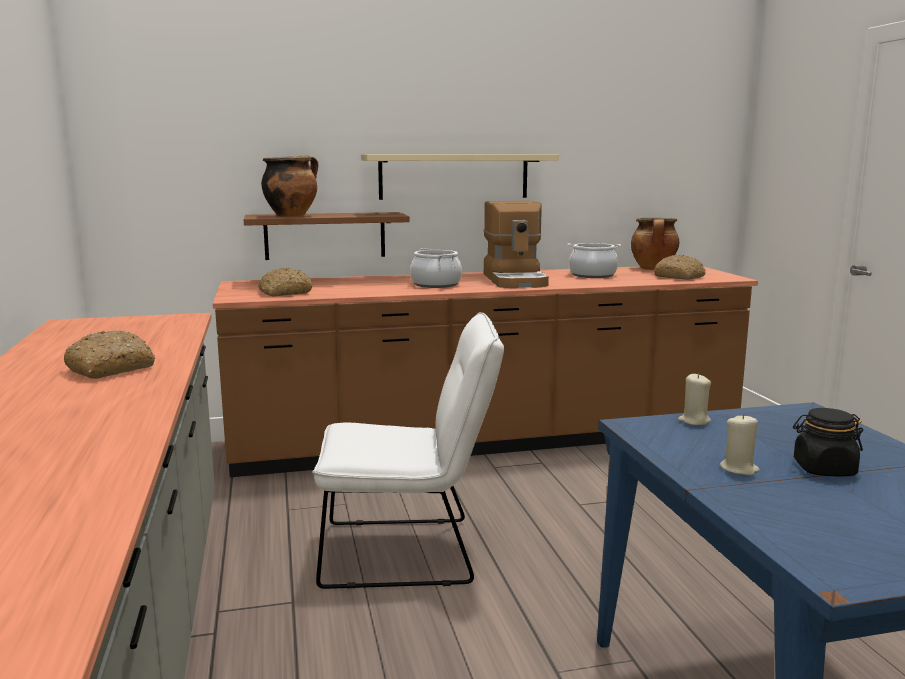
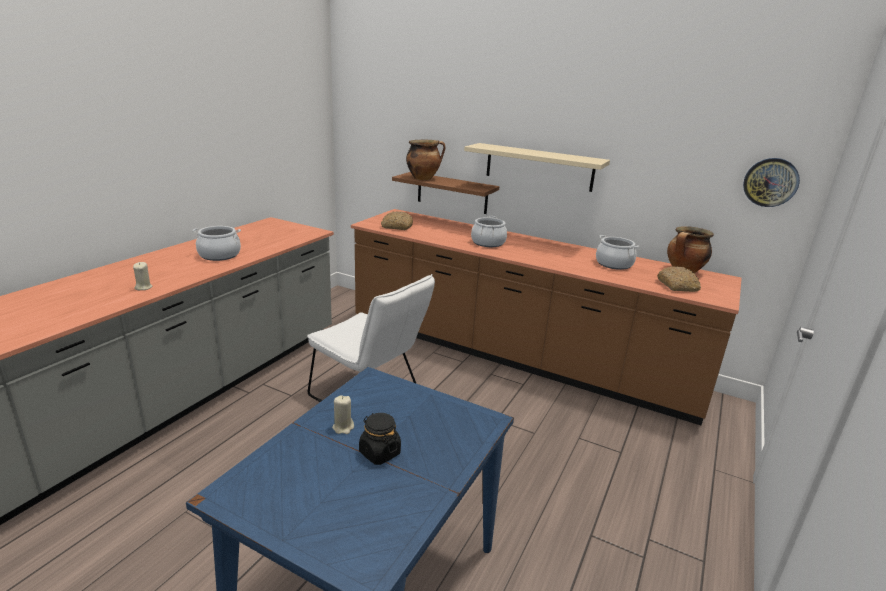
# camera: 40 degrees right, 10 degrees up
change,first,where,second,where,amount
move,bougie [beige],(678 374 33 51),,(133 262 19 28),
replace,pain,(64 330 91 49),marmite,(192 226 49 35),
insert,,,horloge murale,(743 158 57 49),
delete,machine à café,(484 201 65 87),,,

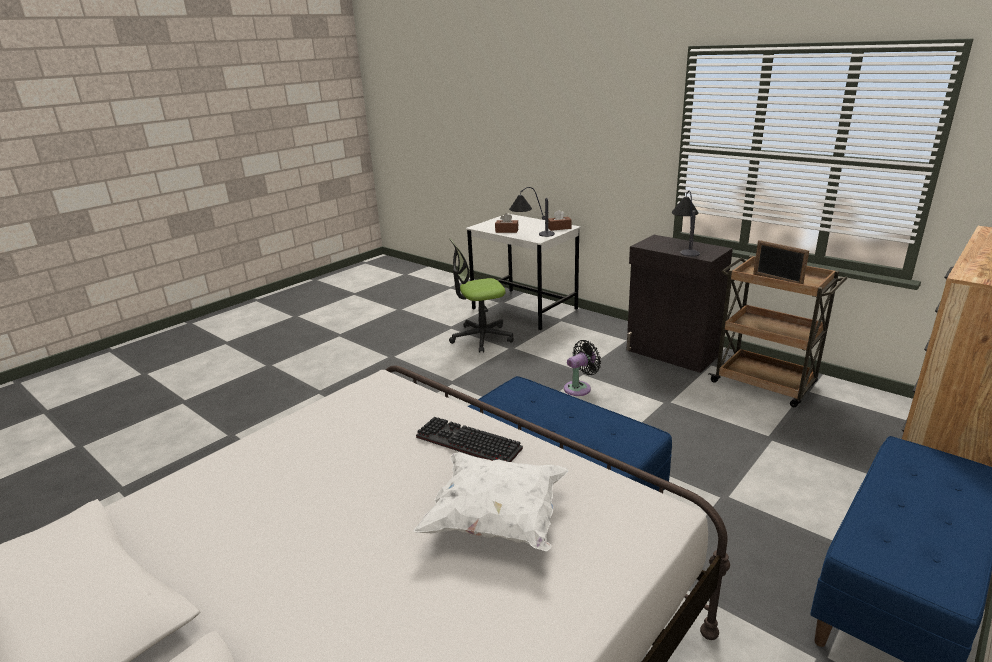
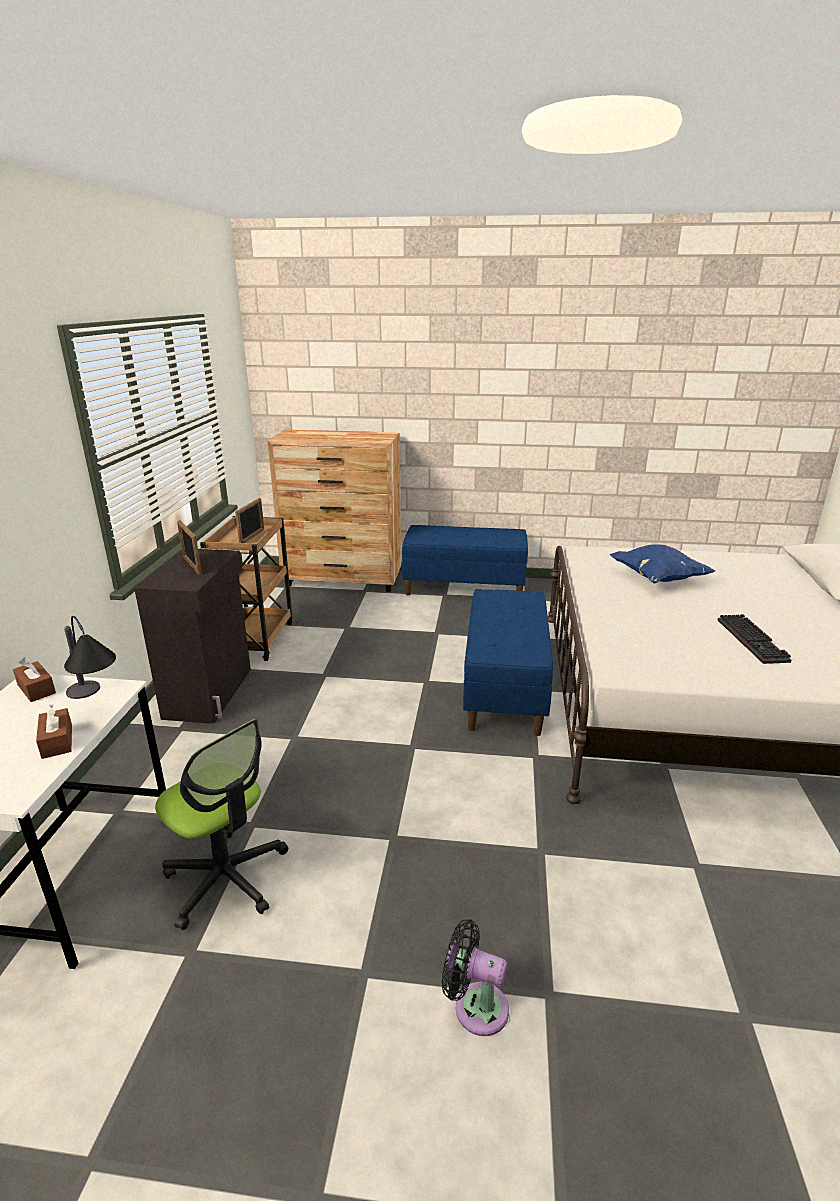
# camera: 125 degrees left, 0 degrees up
change,first,where,second,where,amount
replace,lampe de table,(672 191 28 66),cadre photo,(177 520 25 55),
move,ventilateur [noir],(564 340 37 56),,(442 919 67 117),
recolor,coussin [blanc],(413 452 155 99),coussin [bleu],(610 545 106 39),
move,clavier,(416 417 107 45),,(718 614 73 50),

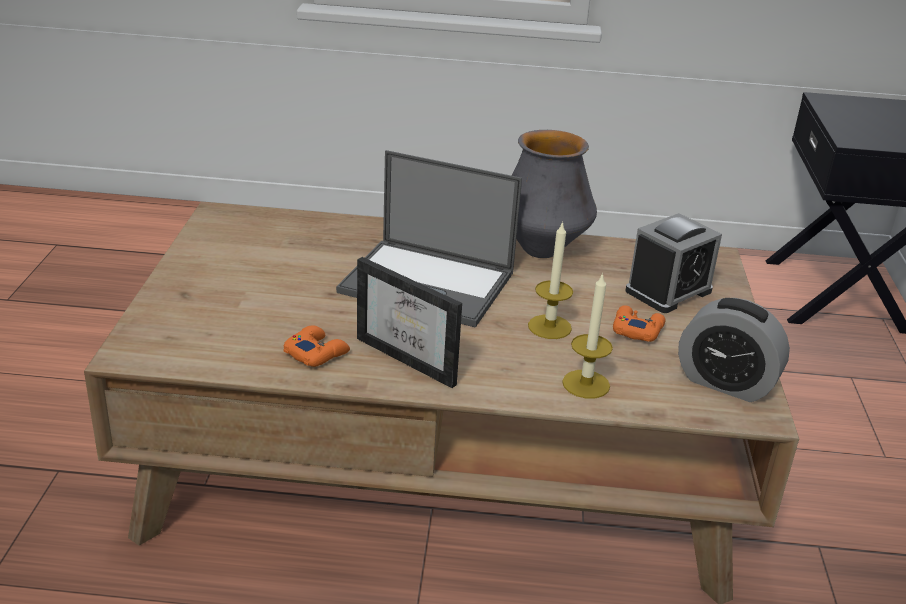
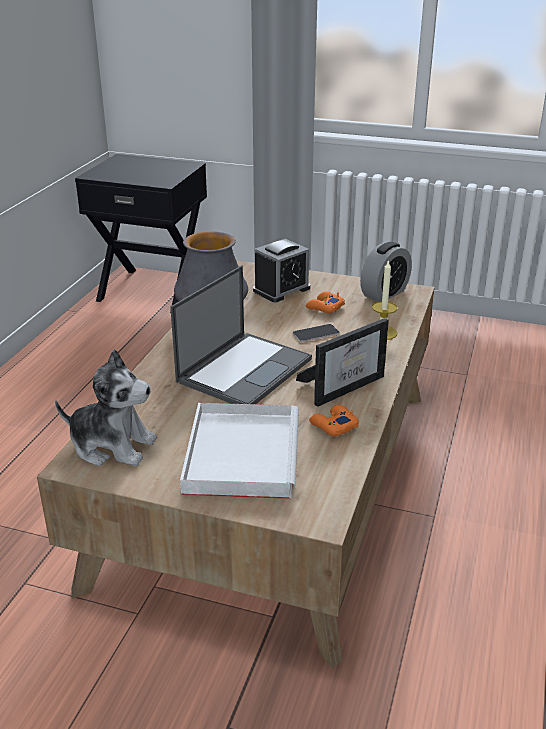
# camera: 75 degrees left, 0 degrees up
change,first,where,second,where,amount
insert,,,peluche,(55 349 102 117),
insert,,,plateau [blanc],(180 403 119 96),
rotate,réveil,(625 213 97 100),,(253 239 57 63),75 degrees clockwise
replace,bougie,(528 221 45 118),téléphone,(293 324 47 18),

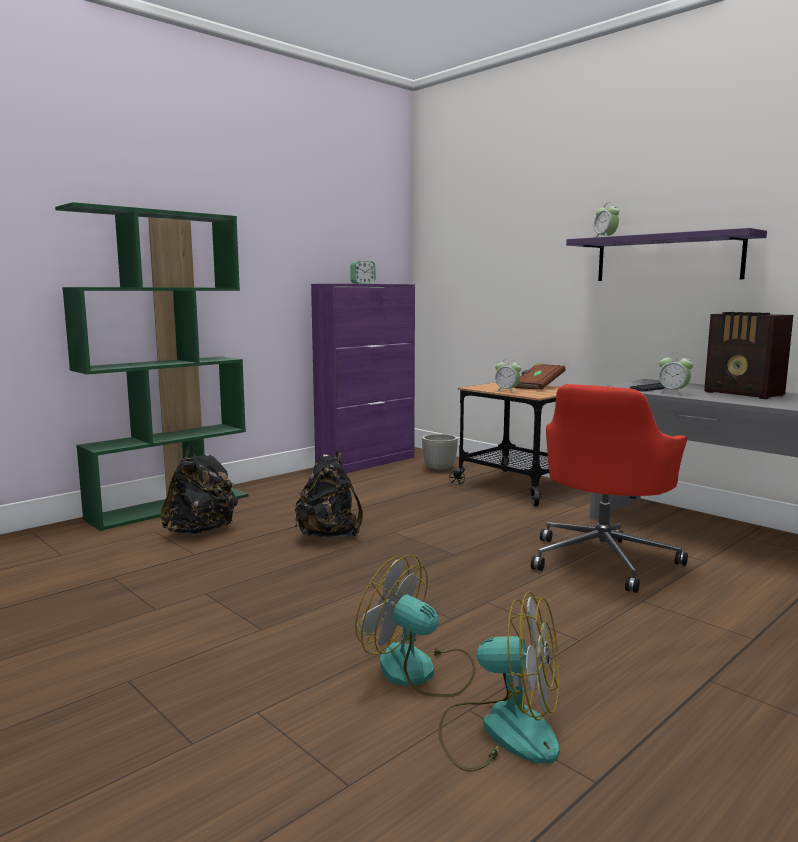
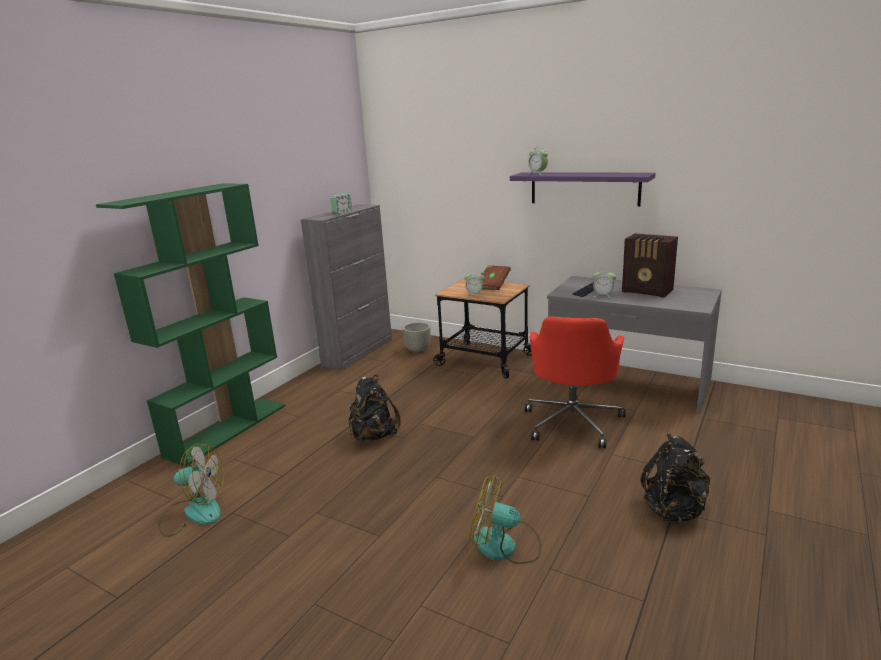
# camera: 15 degrees left, 10 degrees up
change,first,where,second,where,amount
move,ventilateur,(438 592 122 180),,(158 443 66 94),
recolor,meuble de rangement [violet],(311 284 104 189),meuble de rangement [gris],(301 204 91 166),
move,sac à dos [noir],(160 446 78 88),,(640 434 70 90),

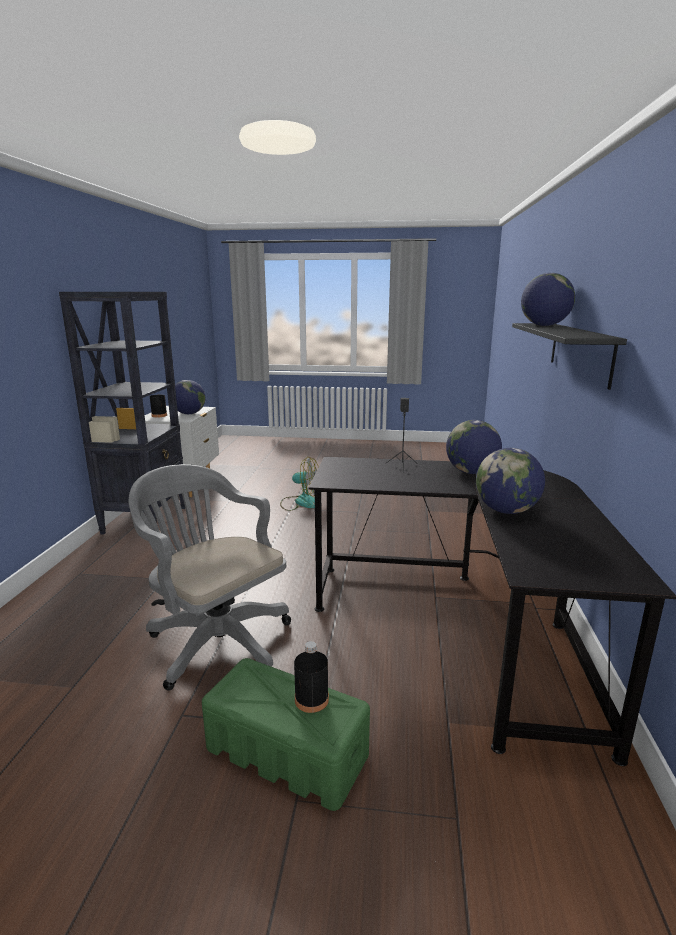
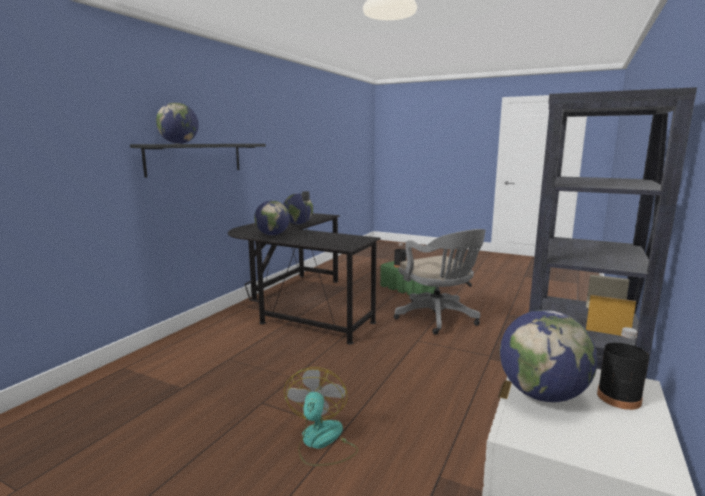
# camera: 160 degrees left, 5 degrees down
change,first,where,second,where,amount
rotate,ventilateur,(280 457 38 54),,(284 367 74 99),60 degrees clockwise

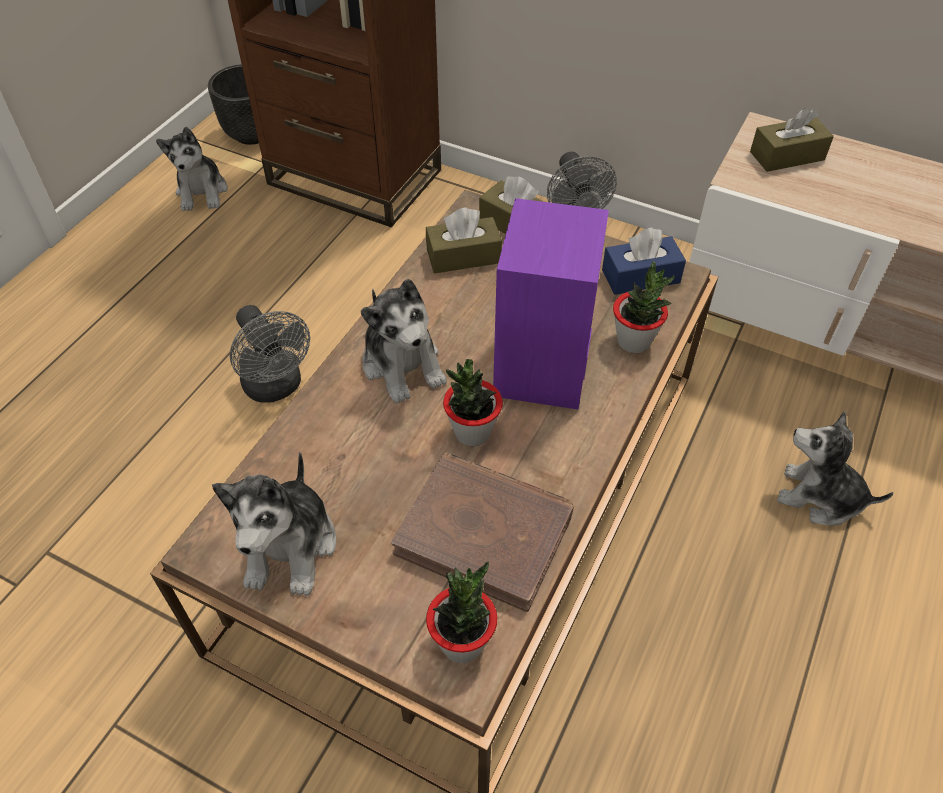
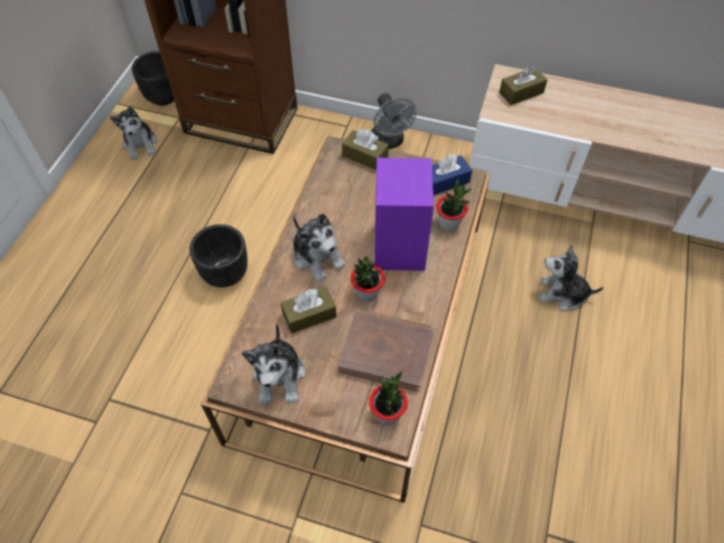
# camera: 10 degrees left, 5 degrees up
change,first,where,second,where,amount
replace,ventilateur [gris],(230 305 80 98),cache-pot [noir],(190 224 58 64),
move,boîte à mouchoirs [marron],(426 207 76 67),,(281 287 55 47),

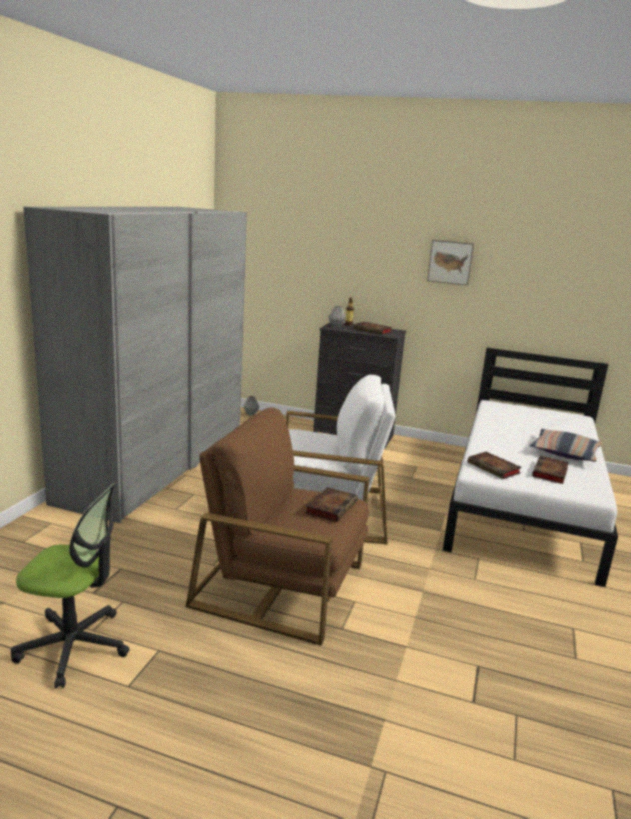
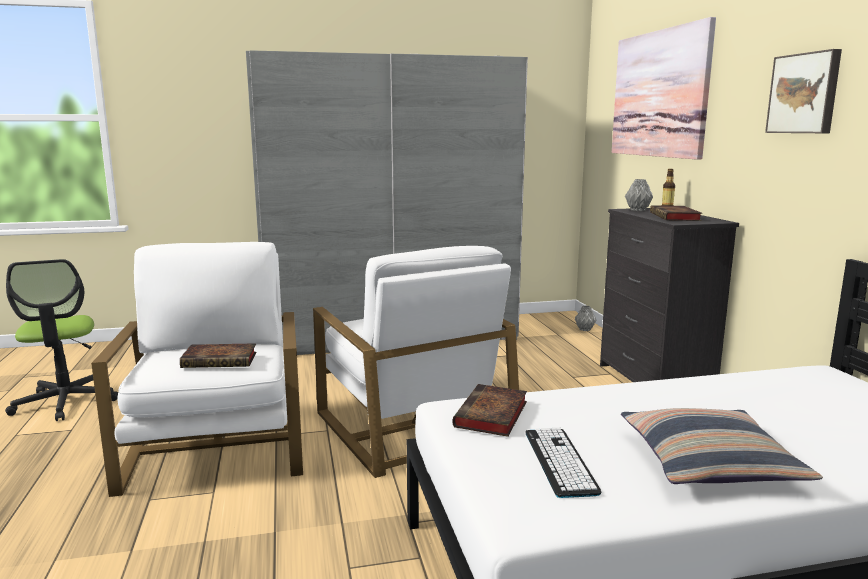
# camera: 60 degrees right, 5 degrees down
change,first,where,second,where,amount
recolor,fauteuil [marron],(185 407 185 239),fauteuil [blanc],(91 242 212 255),
replace,livre,(532 456 37 28),clavier,(525 428 77 70),
insert,,,tableau,(612 17 104 143),

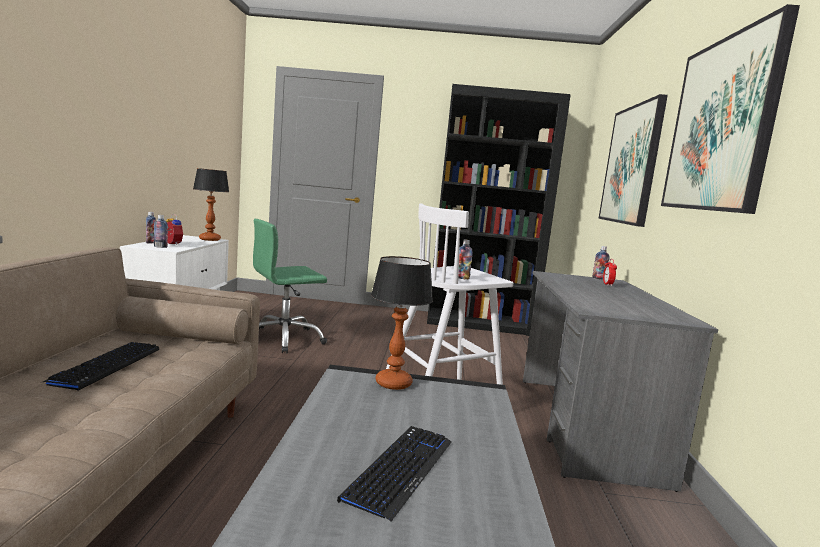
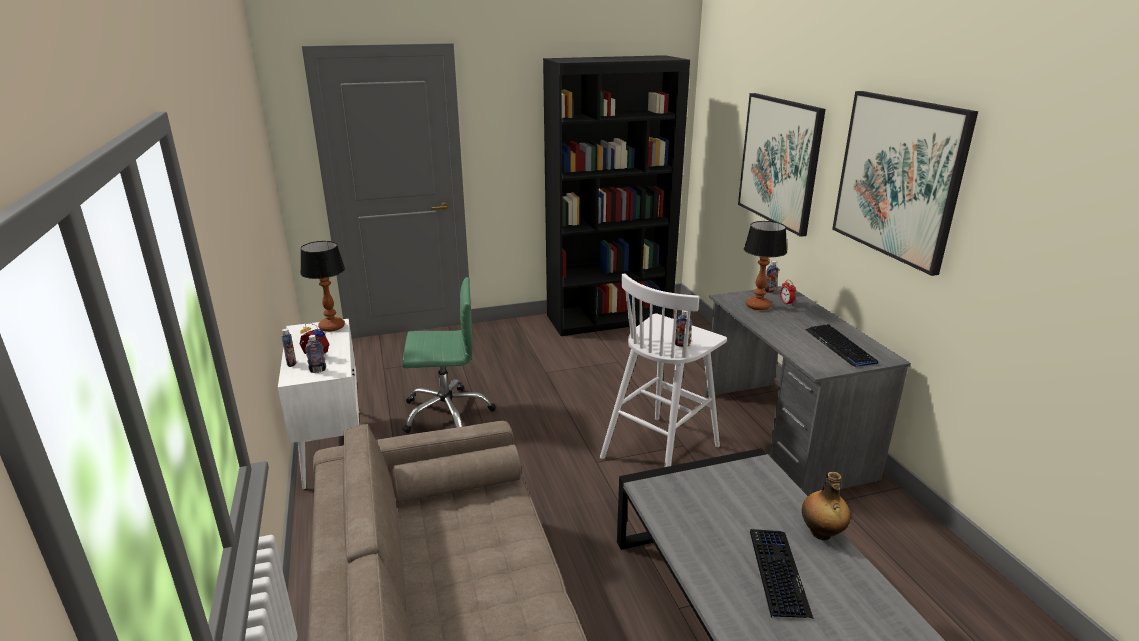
# camera: 20 degrees left, 15 degrees up
change,first,where,second,where,amount
rotate,chaise de bureau [vert],(253 219 74 134),,(402 277 94 156),135 degrees counterclockwise
move,lampe de table,(371 256 62 134),,(744 221 43 89),
insert,,,bouteille,(802 472 49 68),
move,clavier,(41 342 118 48),,(805 324 73 43),

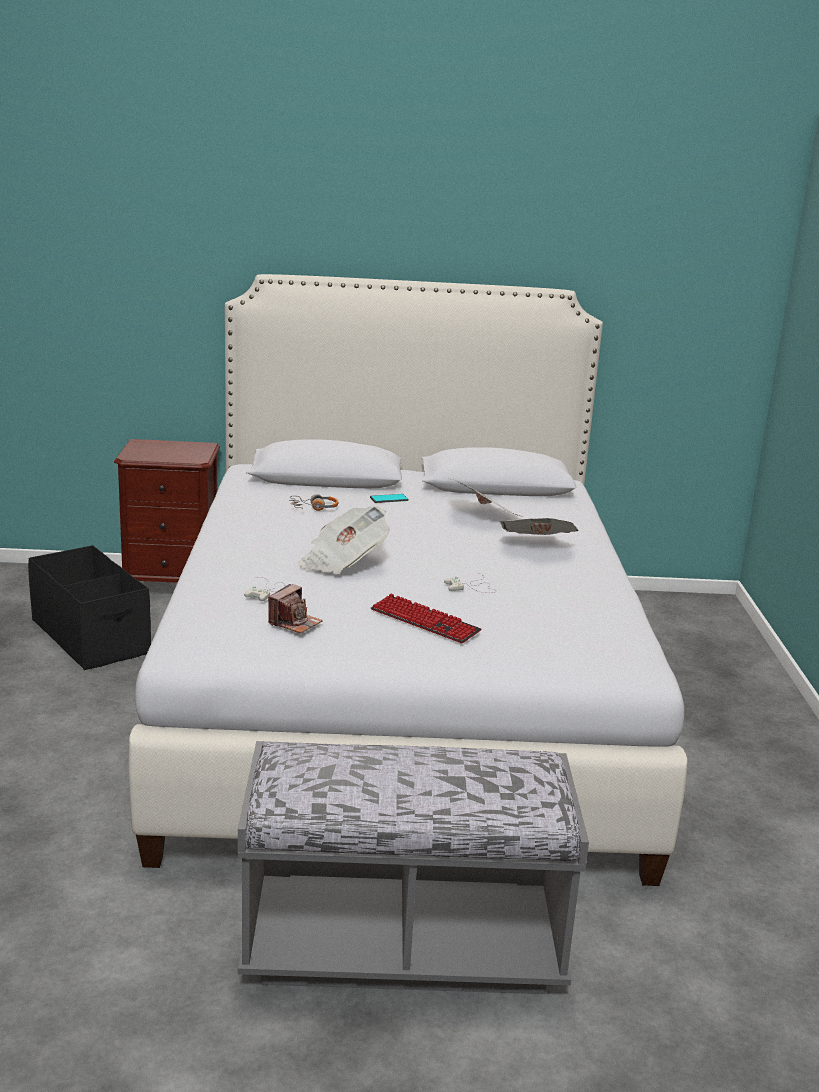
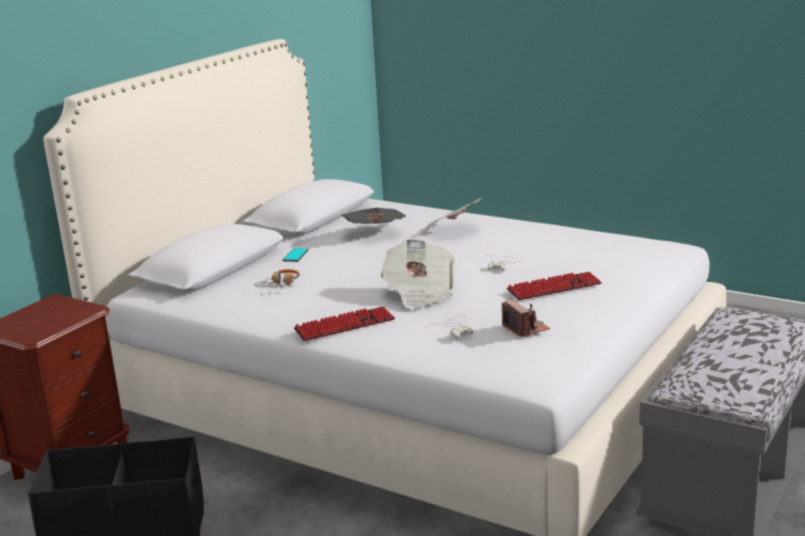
# camera: 55 degrees left, 0 degrees up
change,first,where,second,where,amount
insert,,,clavier,(294 307 101 34),

